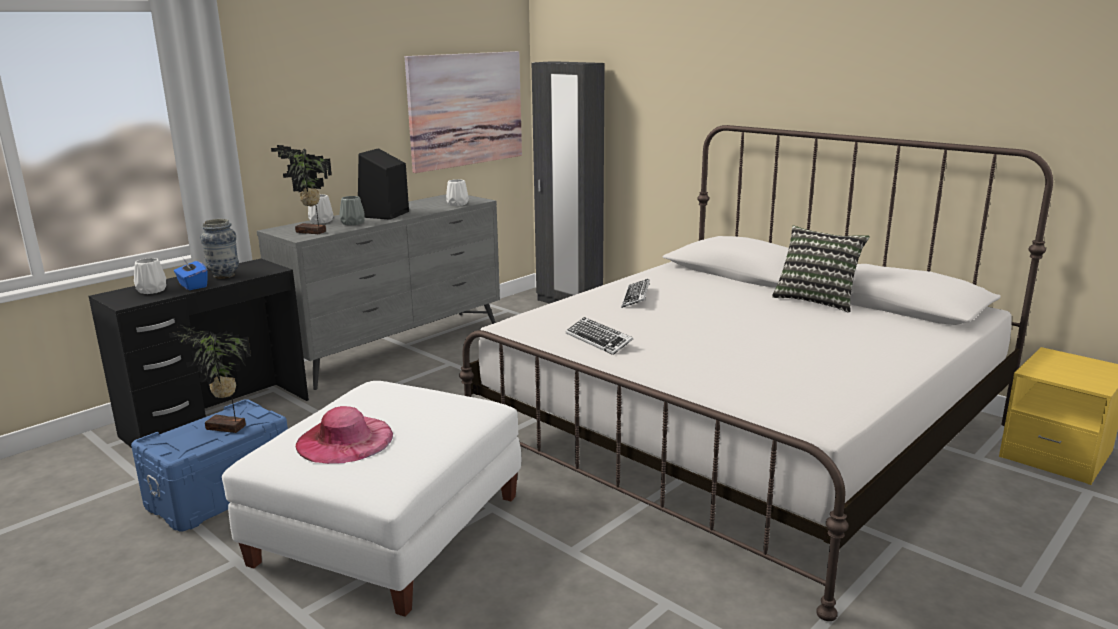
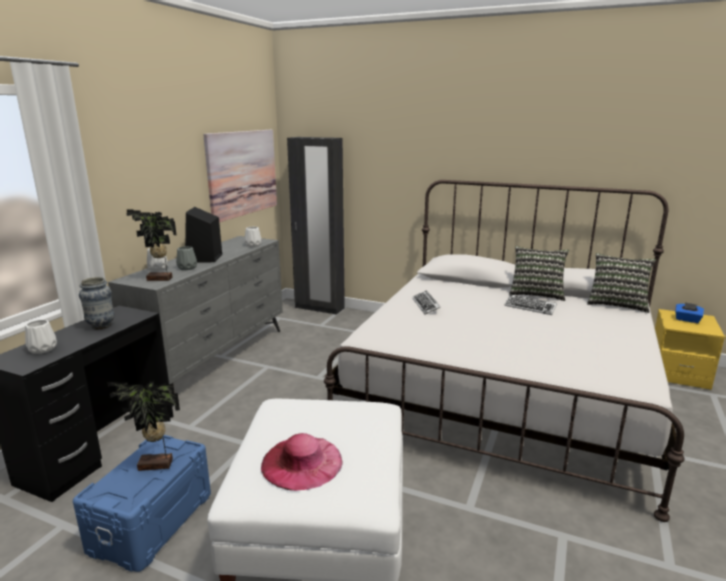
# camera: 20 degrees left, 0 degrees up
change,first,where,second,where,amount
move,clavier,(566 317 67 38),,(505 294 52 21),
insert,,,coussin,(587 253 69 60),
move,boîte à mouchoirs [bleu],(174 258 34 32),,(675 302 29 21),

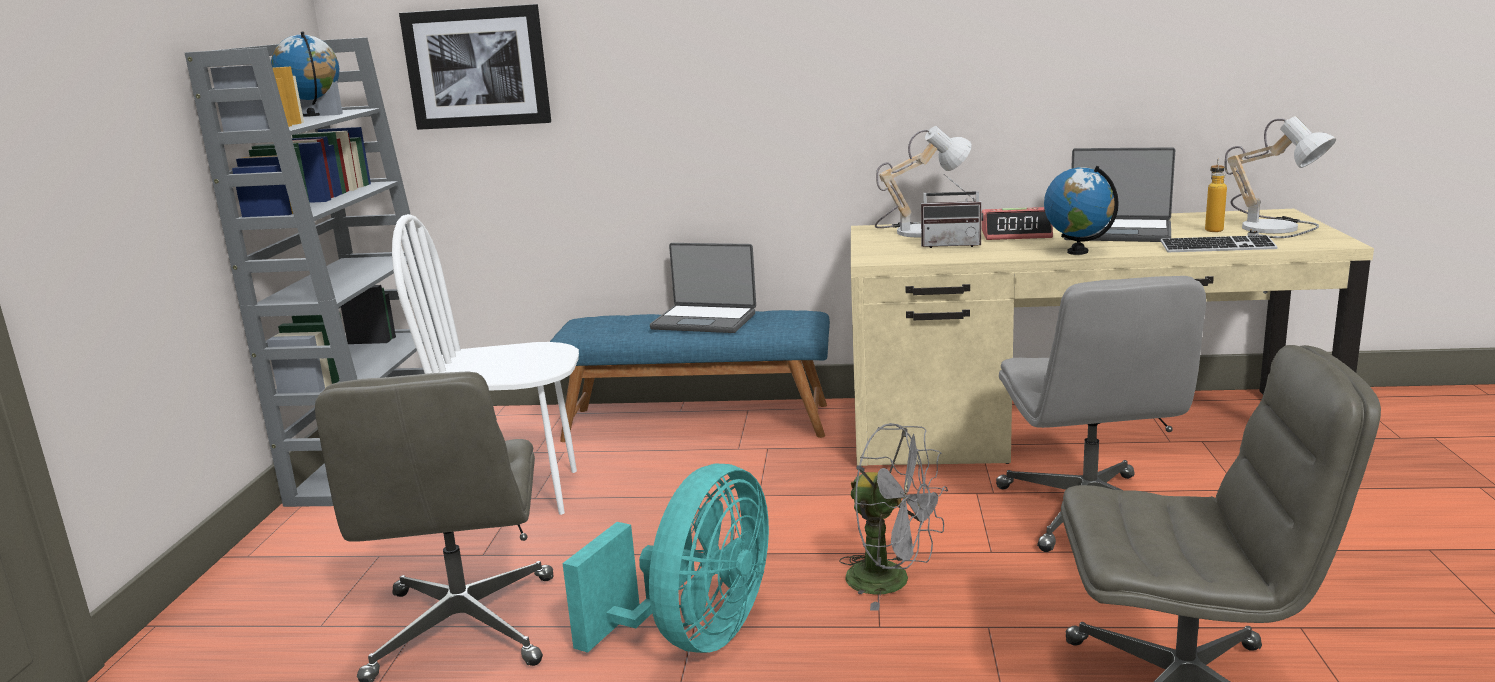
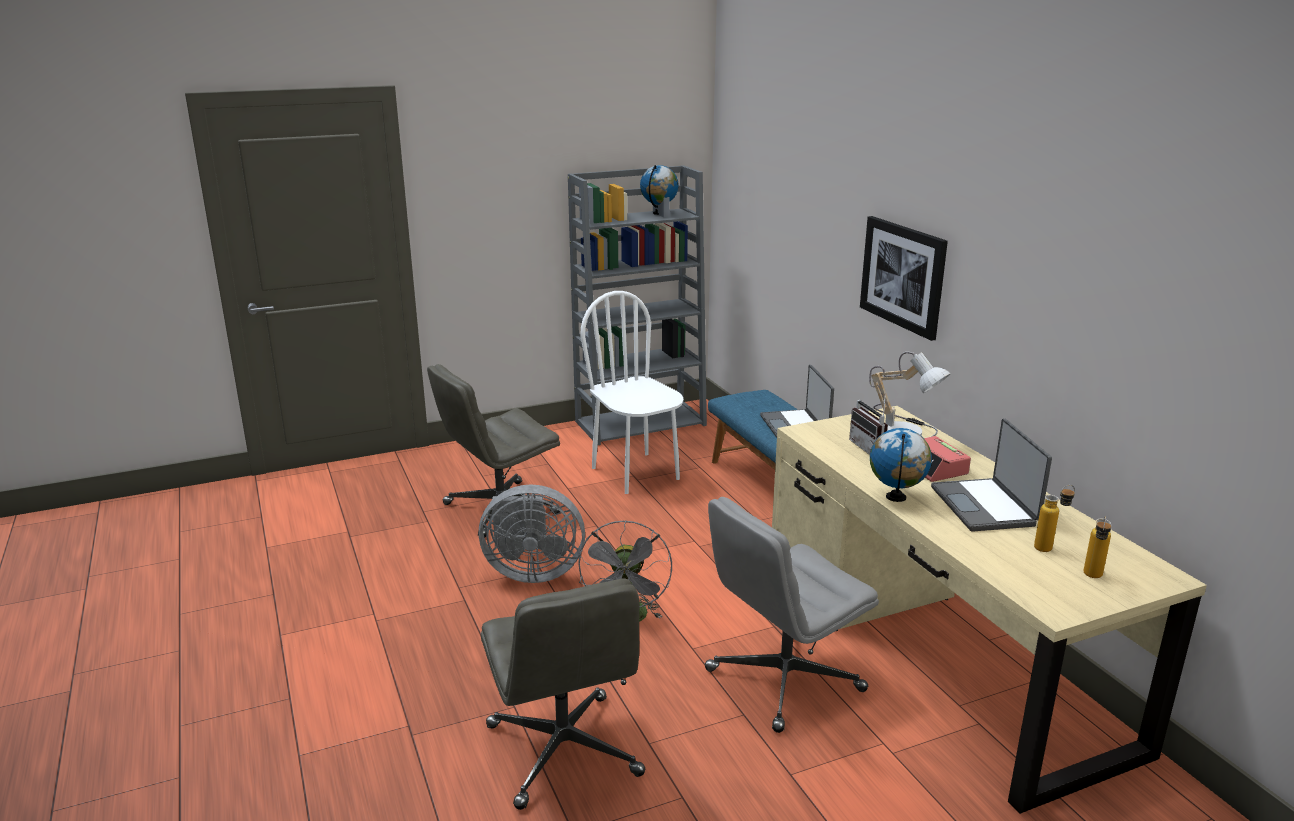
# camera: 60 degrees right, 5 degrees up
change,first,where,second,where,amount
recolor,ventilateur [turquoise],(562 464 207 189),ventilateur [gris],(479 484 106 99),
move,tableau,(399 4 152 126),,(860 216 88 125),
replace,lampe de table,(1224 116 112 122),bouteille,(1083 517 28 61),
delete,clavier,(1160 235 117 17),,,

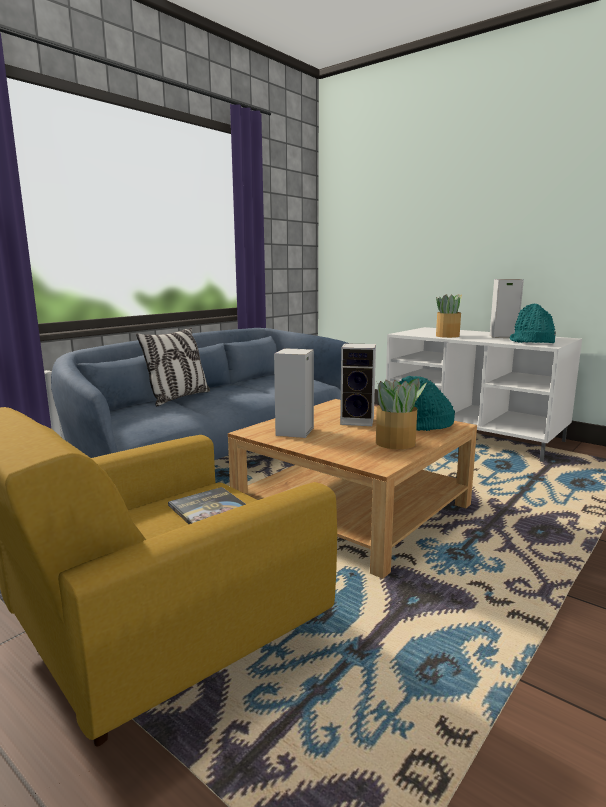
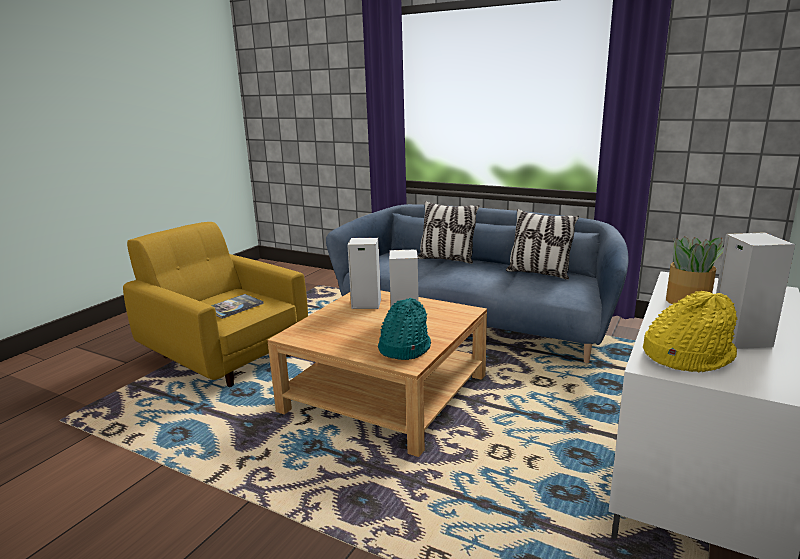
# camera: 80 degrees right, 5 degrees up
change,first,where,second,where,amount
insert,,,coussin,(506 209 73 71),
recolor,chapeau [turquoise],(510 304 46 39),chapeau [jaune],(643 291 94 81),
delete,plante en pot,(376 379 50 70),,,

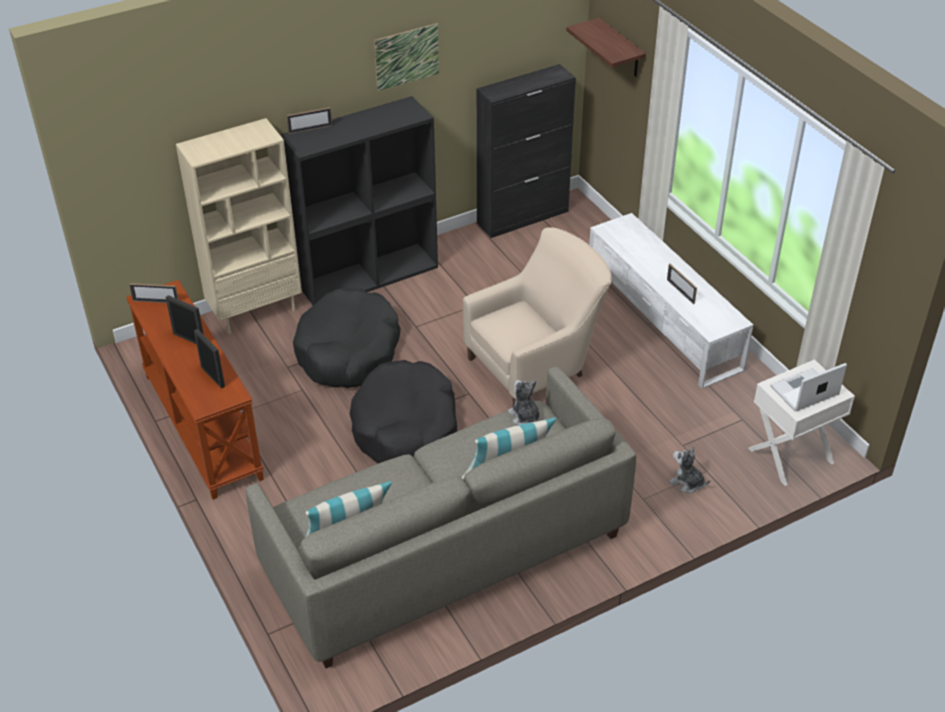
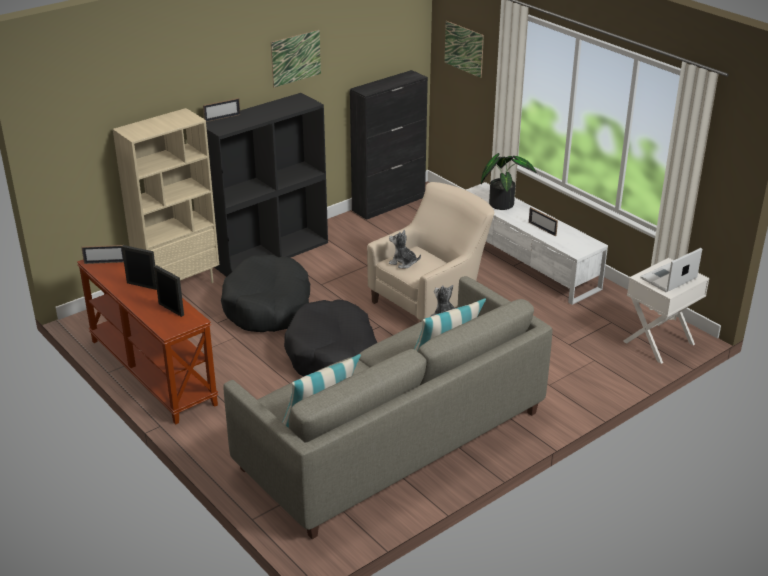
# camera: 10 degrees left, 10 degrees down
change,first,where,second,where,amount
move,peluche,(669 446 42 47),,(389 230 32 38),
replace,étagère,(566 18 80 59),tableau,(444 21 40 57),
insert,,,plante en pot,(481 153 56 57),

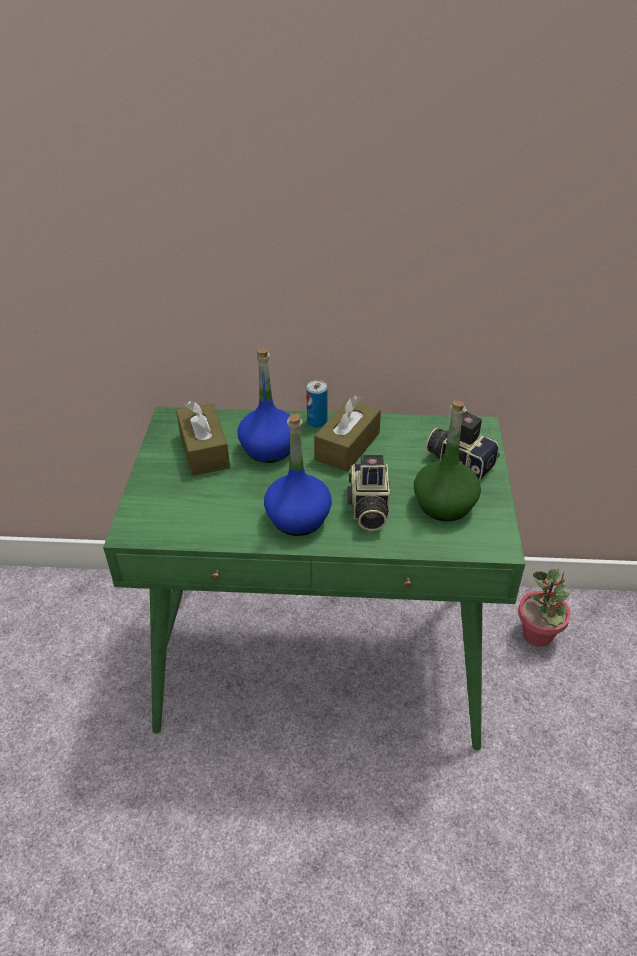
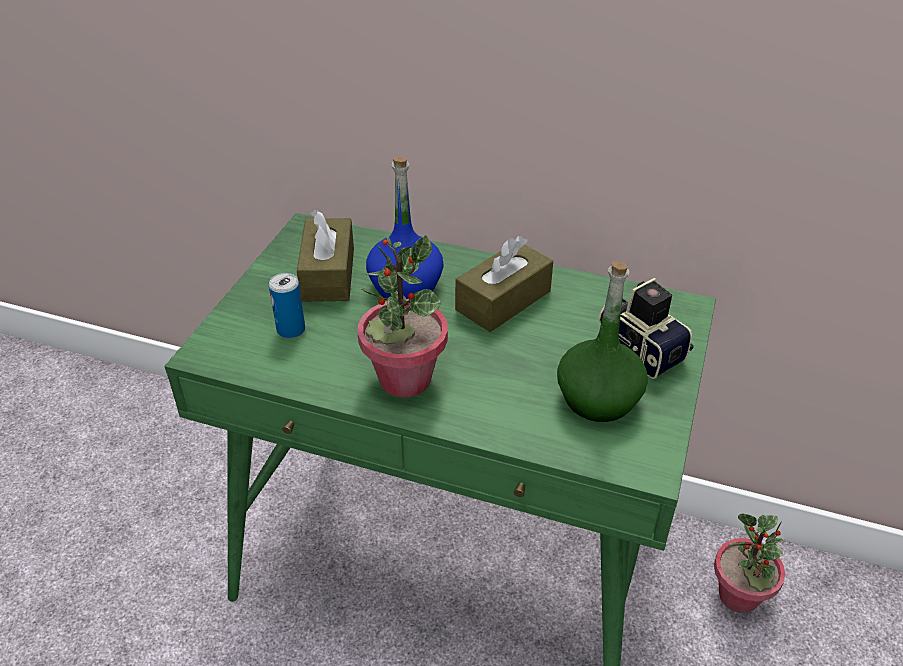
# camera: 15 degrees right, 0 degrees up
change,first,where,second,where,amount
move,boîte métallique,(306 380 22 48),,(269 273 36 66),
replace,bouteille [bleu],(264 414 68 122),plante en pot,(358 235 90 162),
delete,appareil photo,(347 455 43 76),,,

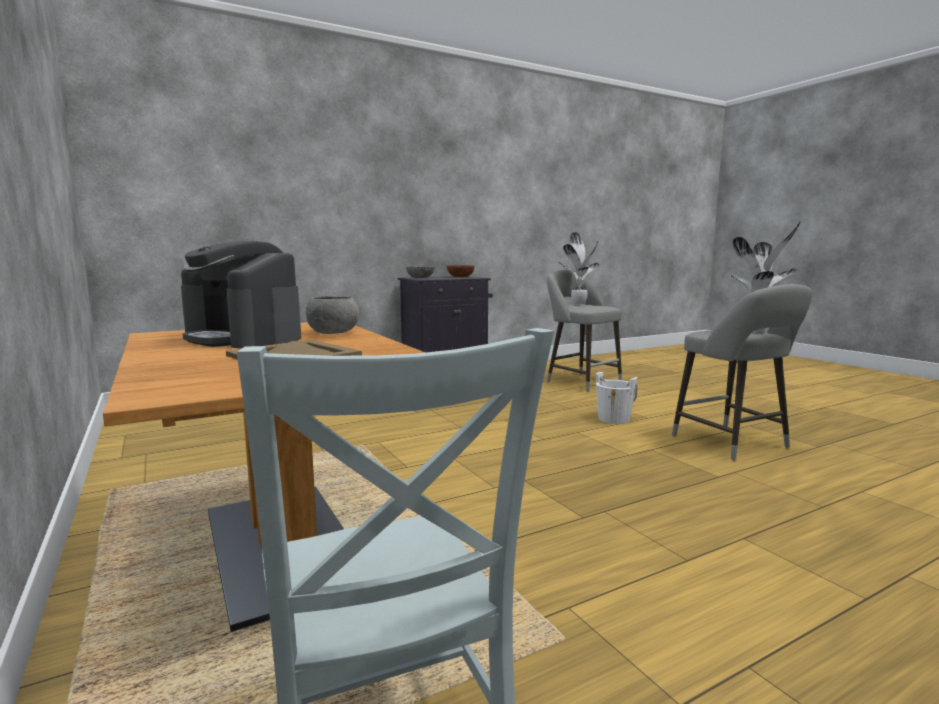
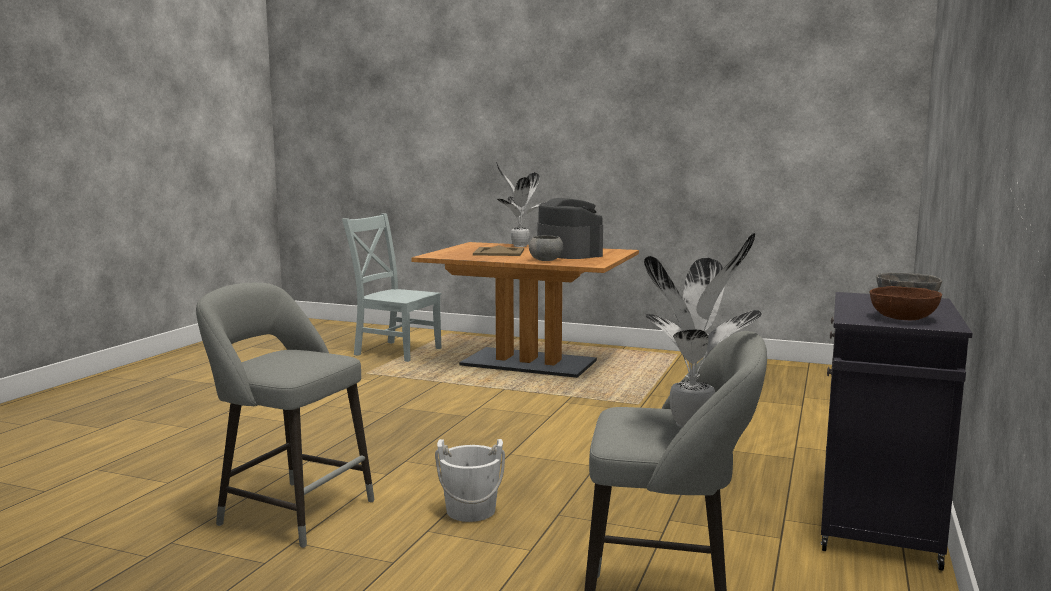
# camera: 140 degrees right, 0 degrees up
change,first,where,second,where,amount
move,plante en pot,(729 222 71 110),,(496 162 50 85),
rotate,machine à café,(181 241 120 107),,(537 198 66 61),60 degrees clockwise

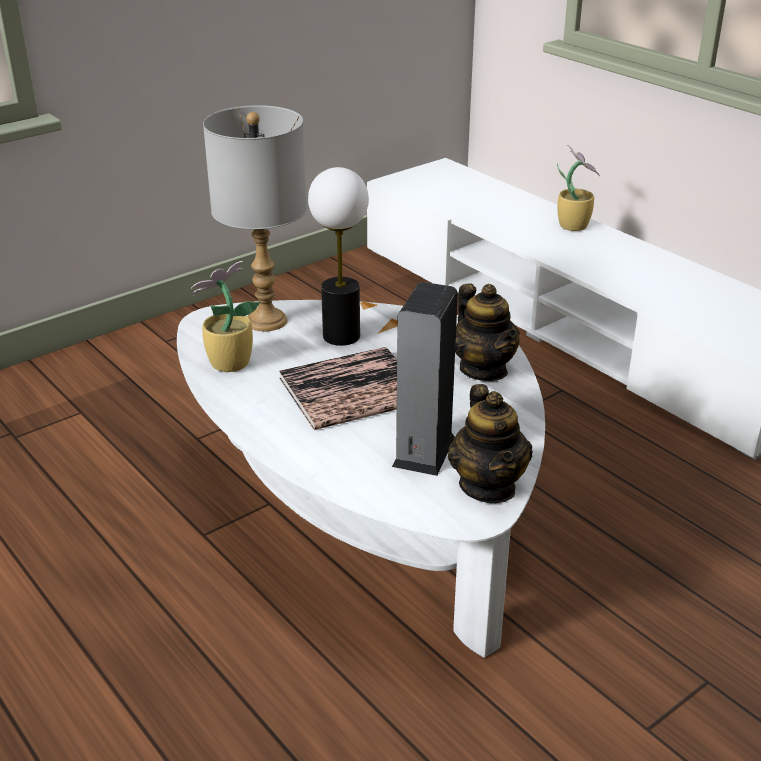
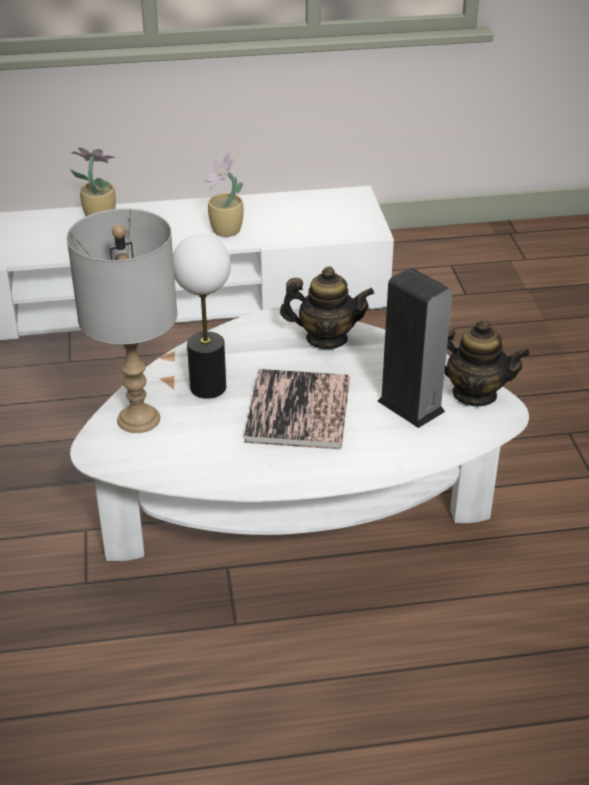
# camera: 60 degrees left, 5 degrees up
change,first,where,second,where,amount
move,plante en pot,(191 261 69 111),,(205 150 39 87),

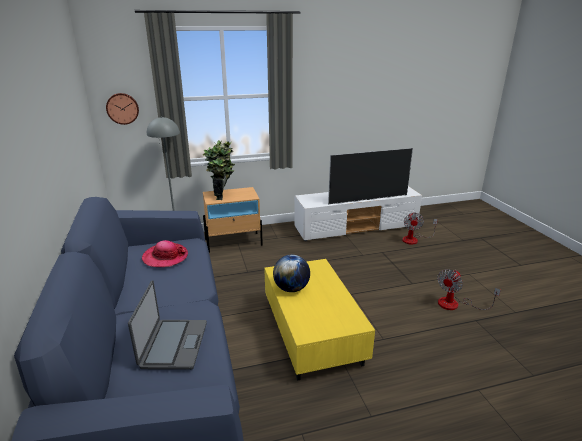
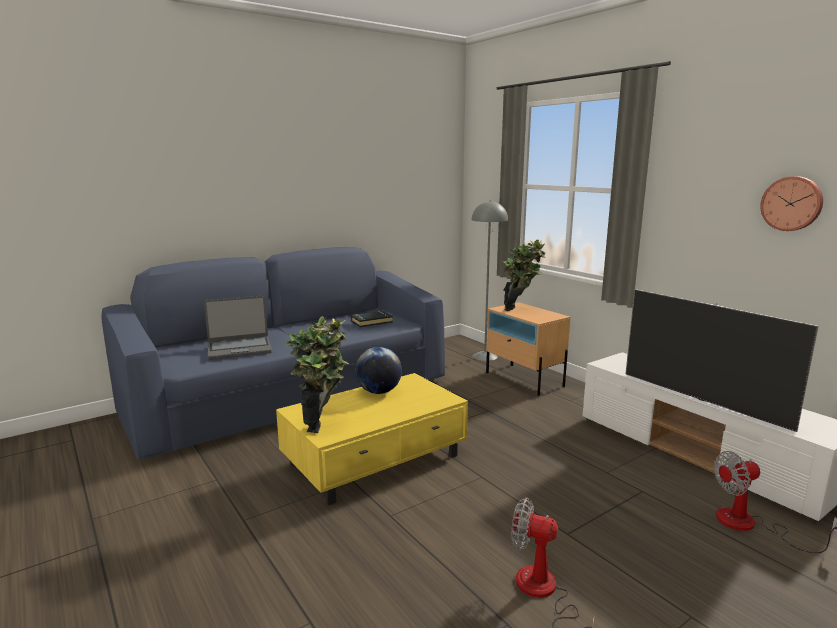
# camera: 70 degrees right, 10 degrees down
change,first,where,second,where,amount
insert,,,plante en pot,(286 316 63 117),
replace,chapeau,(142 240 46 27),livre [noir],(351 311 42 16),
move,horloge murale,(106 93 33 32),,(760 176 63 55),

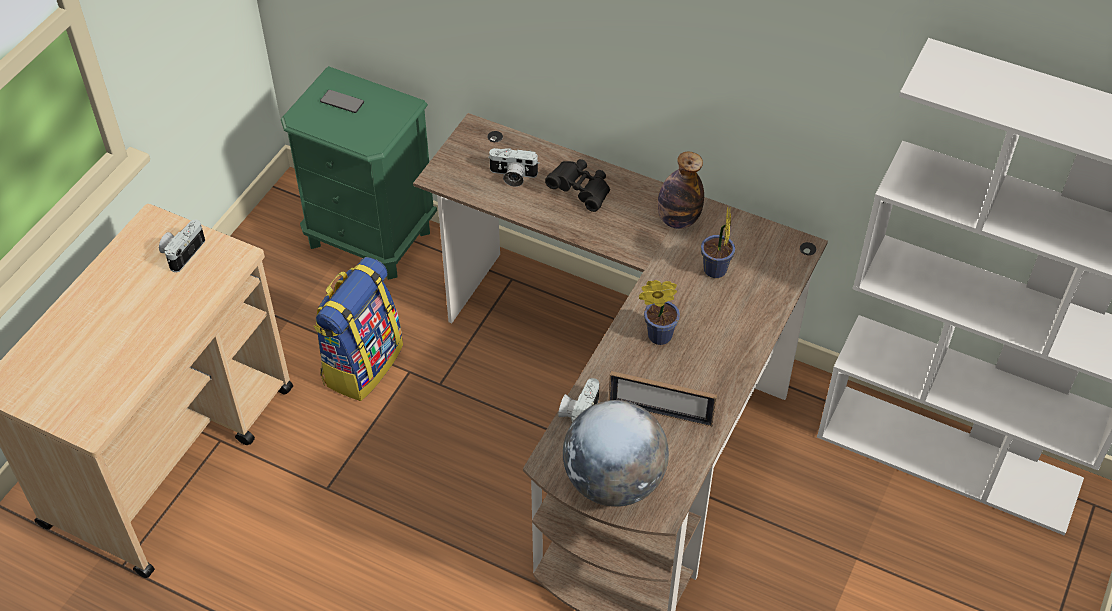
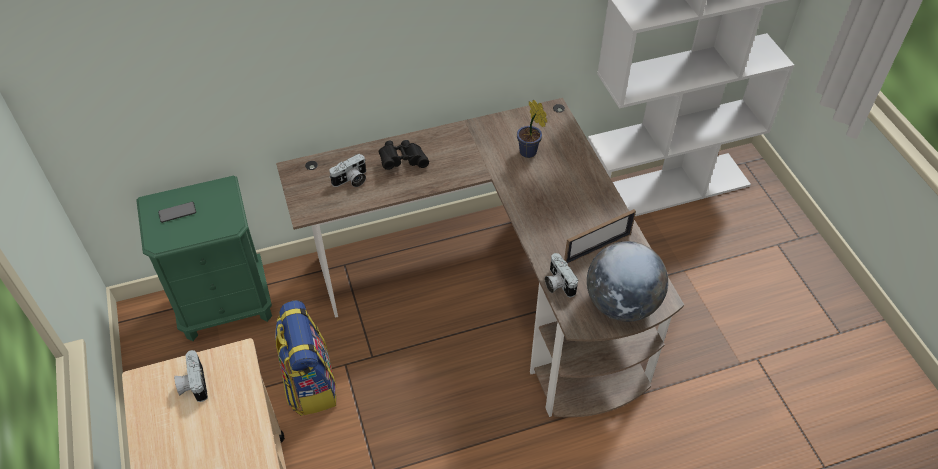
# camera: 45 degrees left, 0 degrees up
change,first,where,second,where,amount
delete,plante en pot,(639 280 41 65),,,
delete,bouteille,(658 152 46 77),,,

